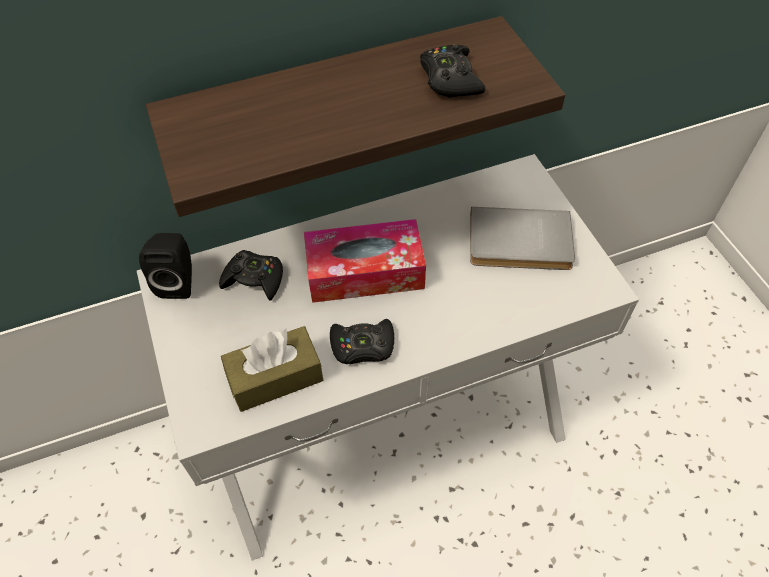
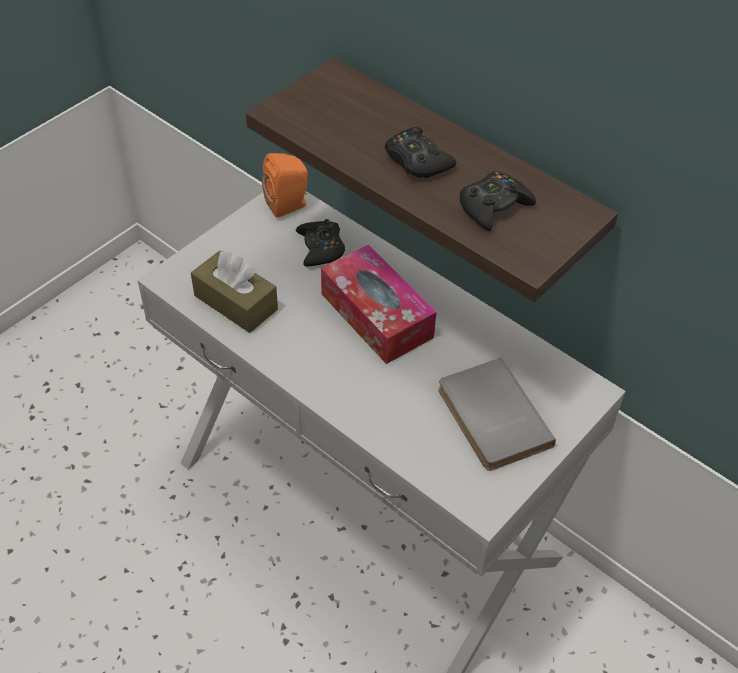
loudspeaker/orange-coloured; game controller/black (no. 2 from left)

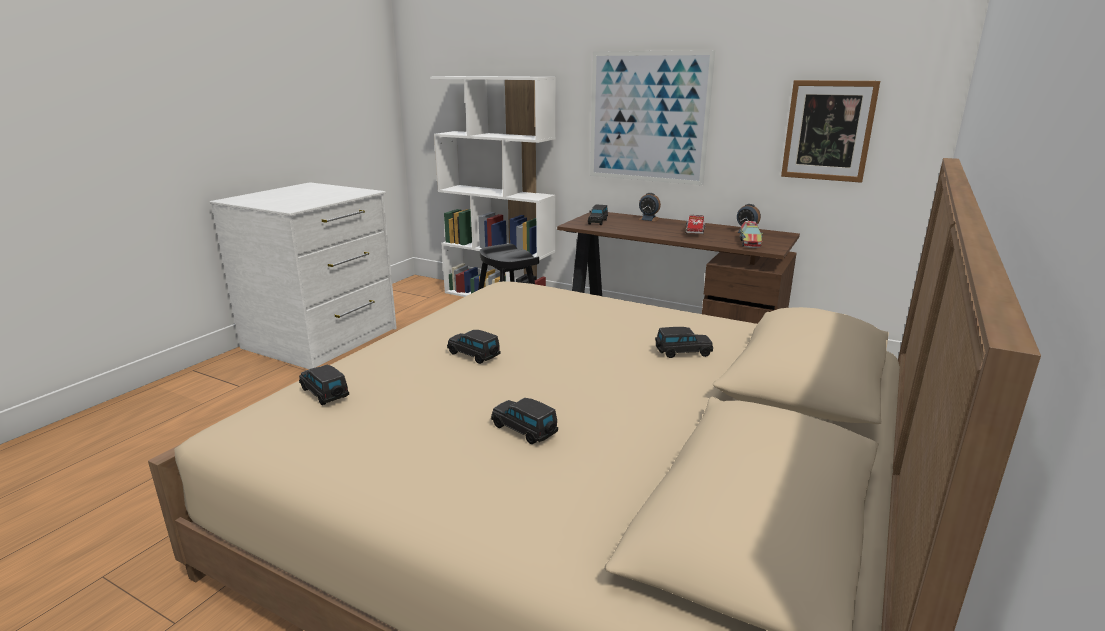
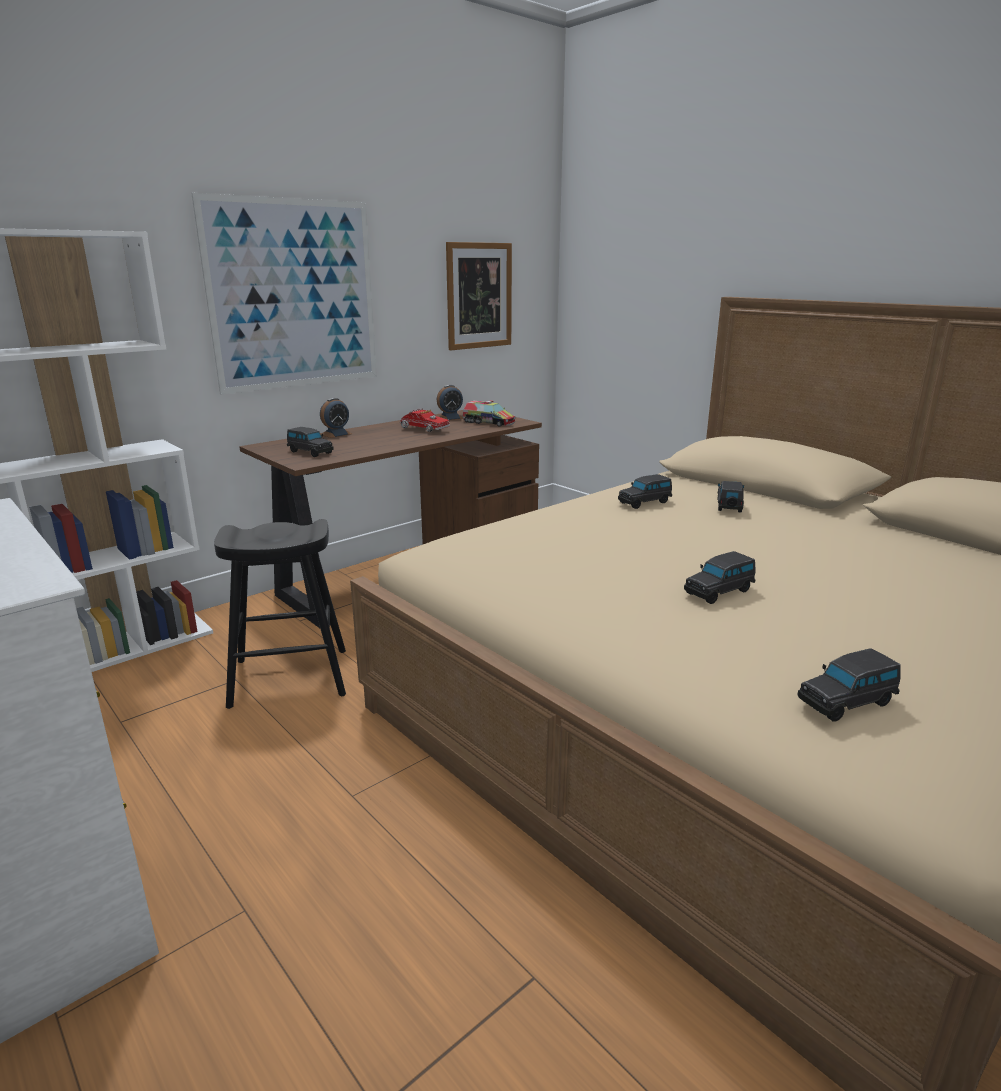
miniature car/black (no. 2 from left)

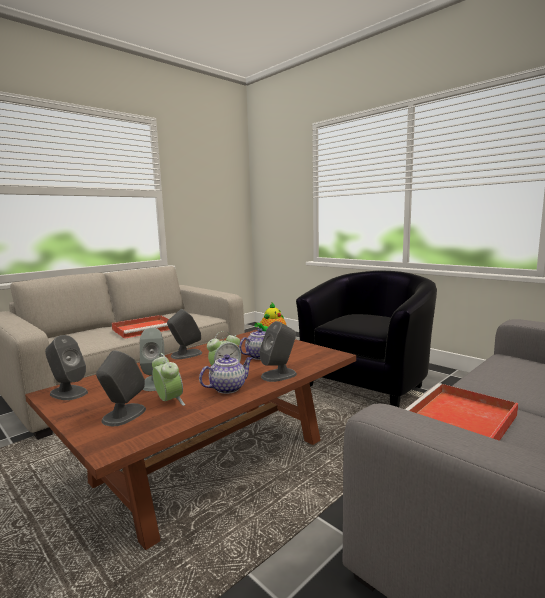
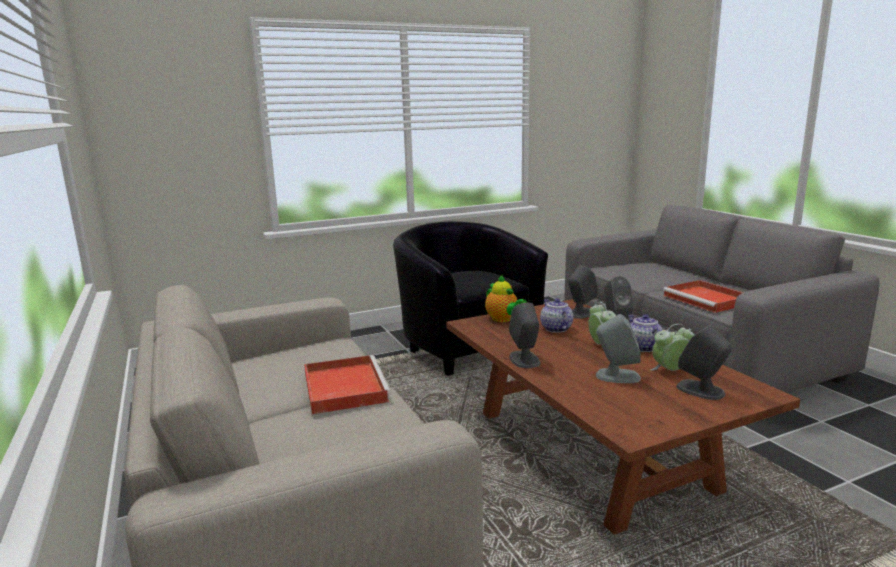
loudspeaker/grey (no. 2 from left)

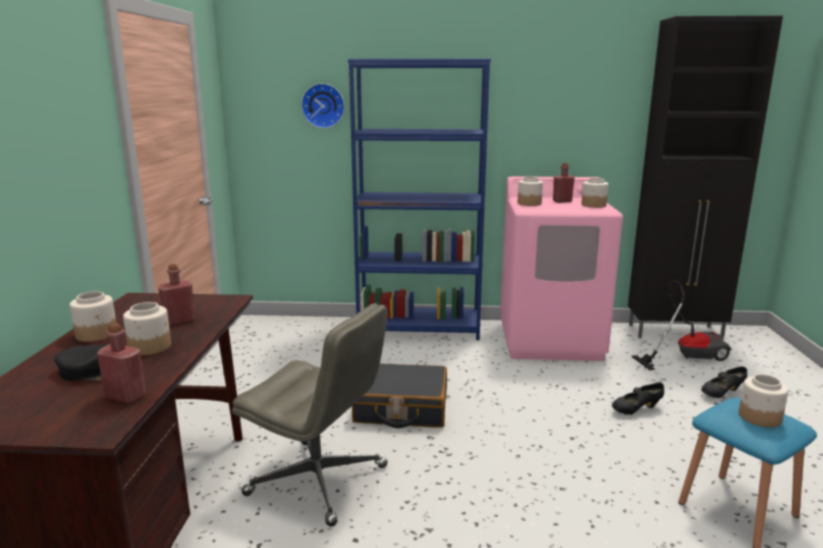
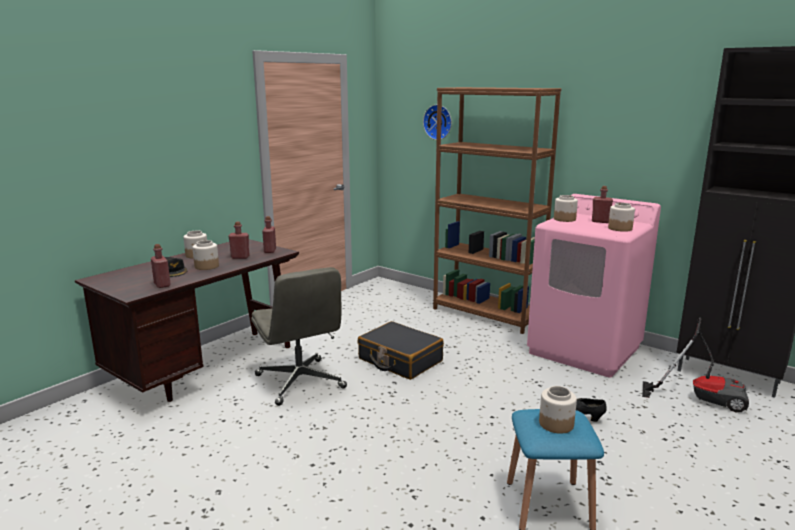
beverage bottle/red (no. 3 from left); shelving unit/brownish; low shoe/black (no. 2 from left in the first image)

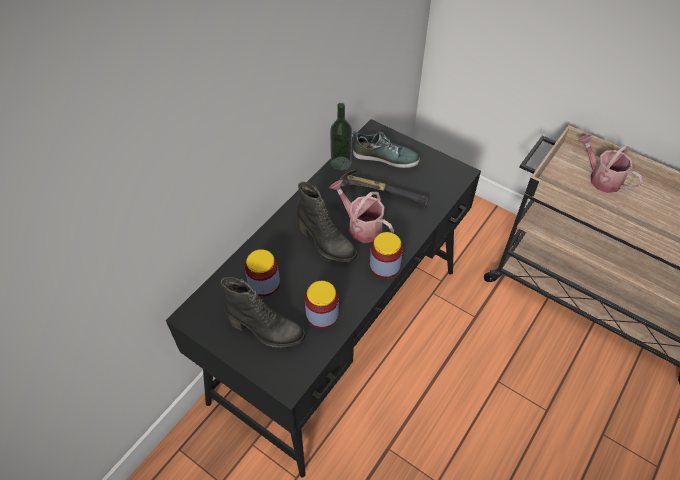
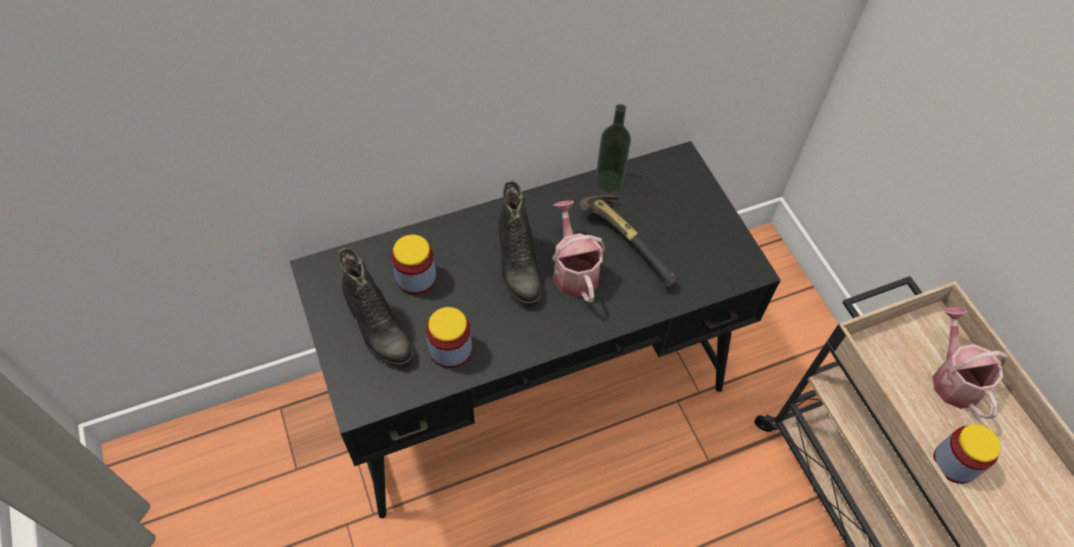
storage jar (no. 3 from left); low shoe

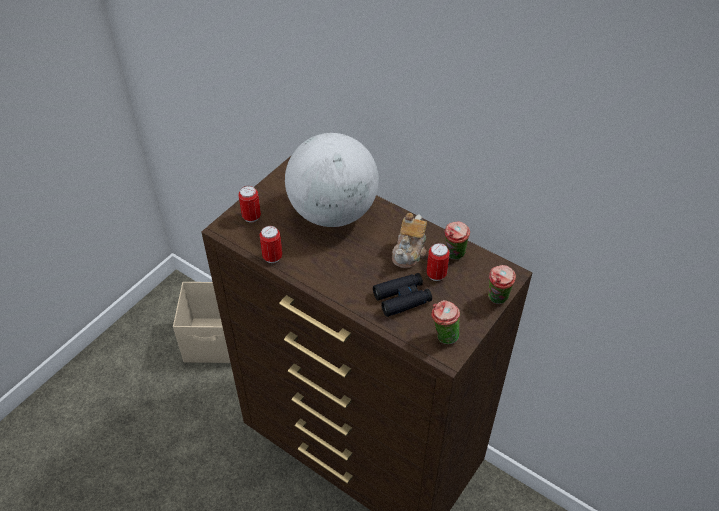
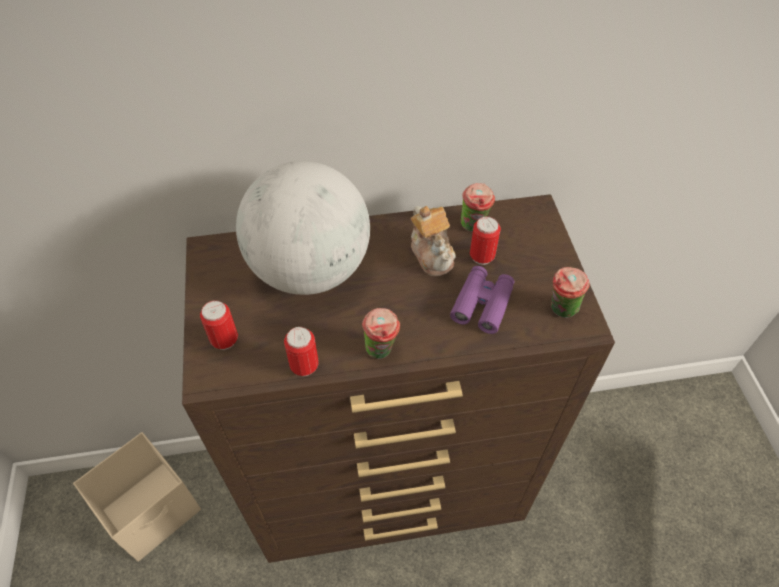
drinking cup (no. 1 from left); field glasses/purple

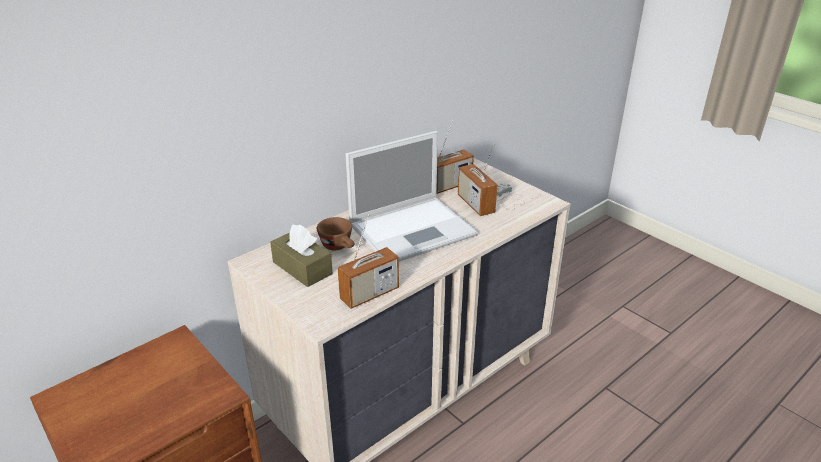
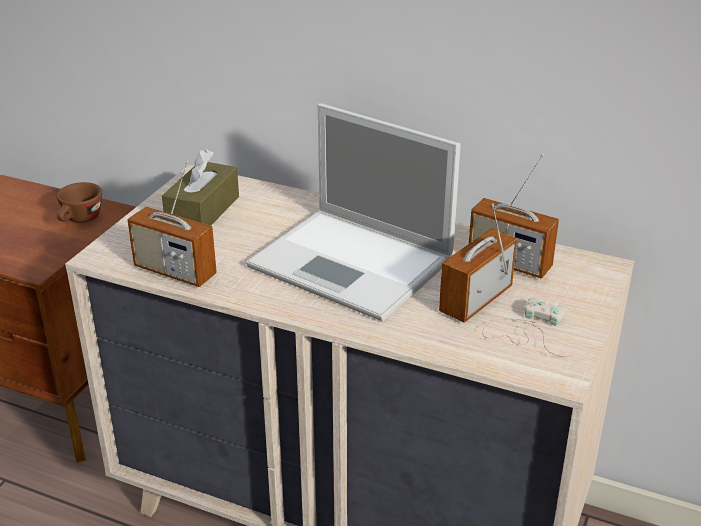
drinking cup/brownish

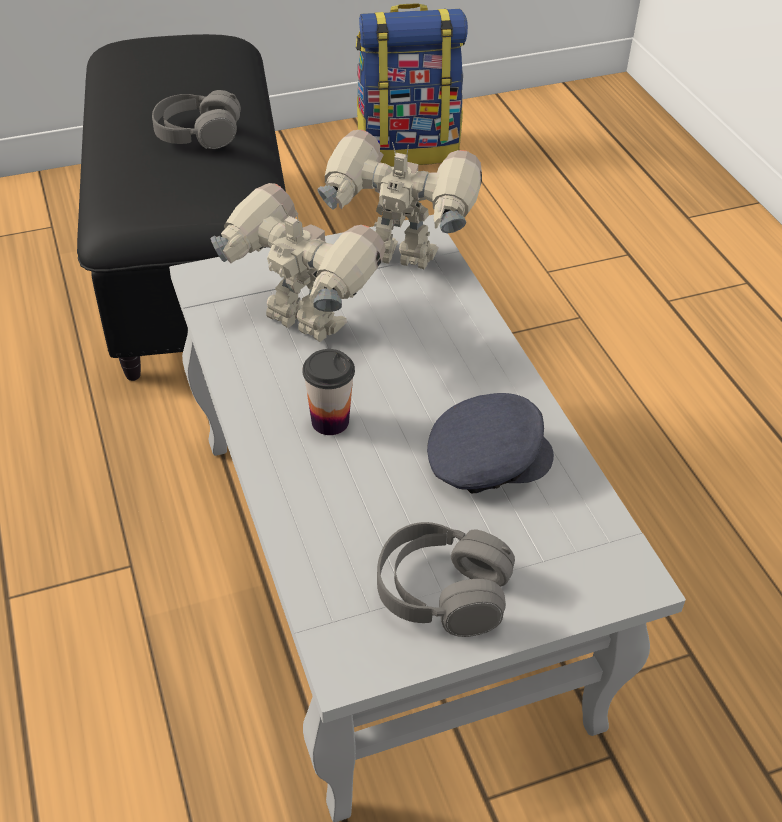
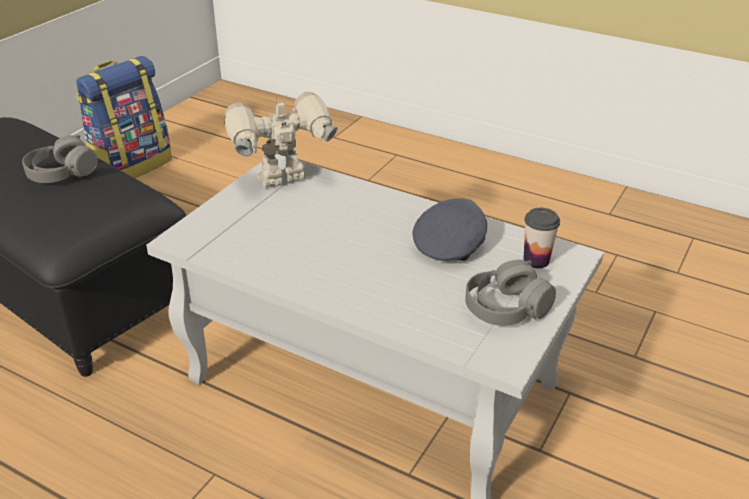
drinking cup; model robot (no. 1 from left in the first image)

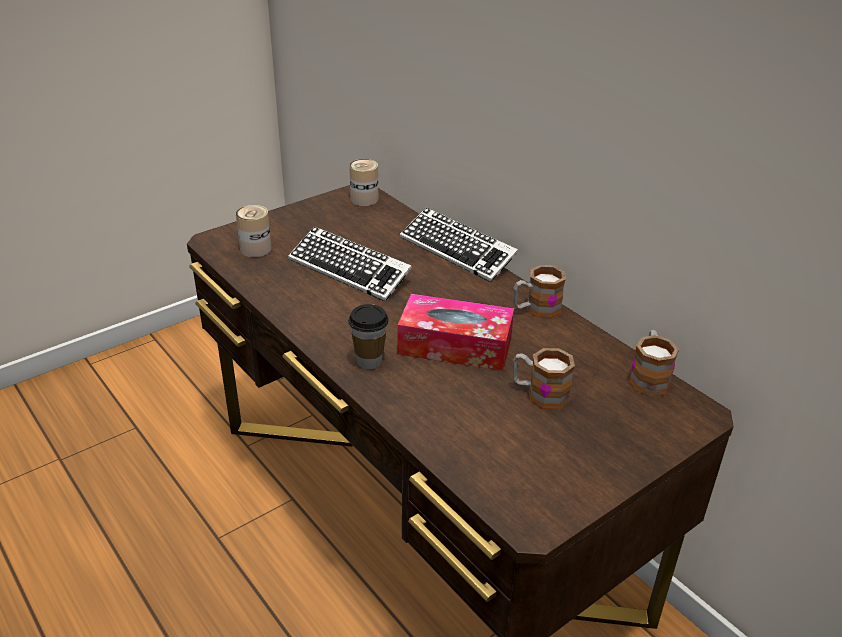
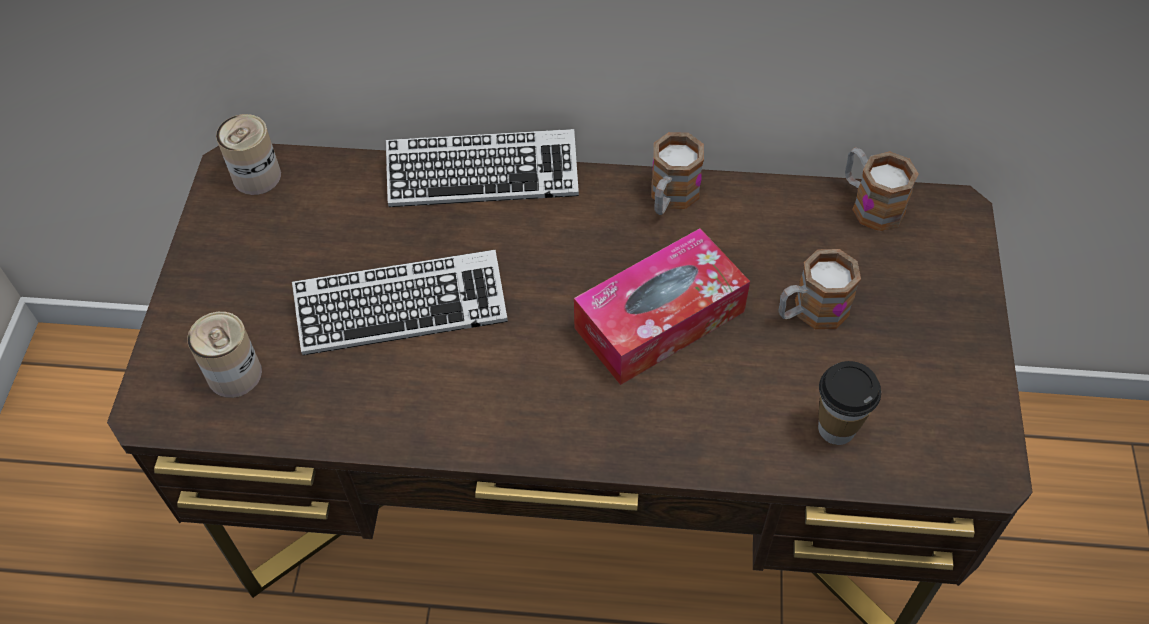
drinking cup

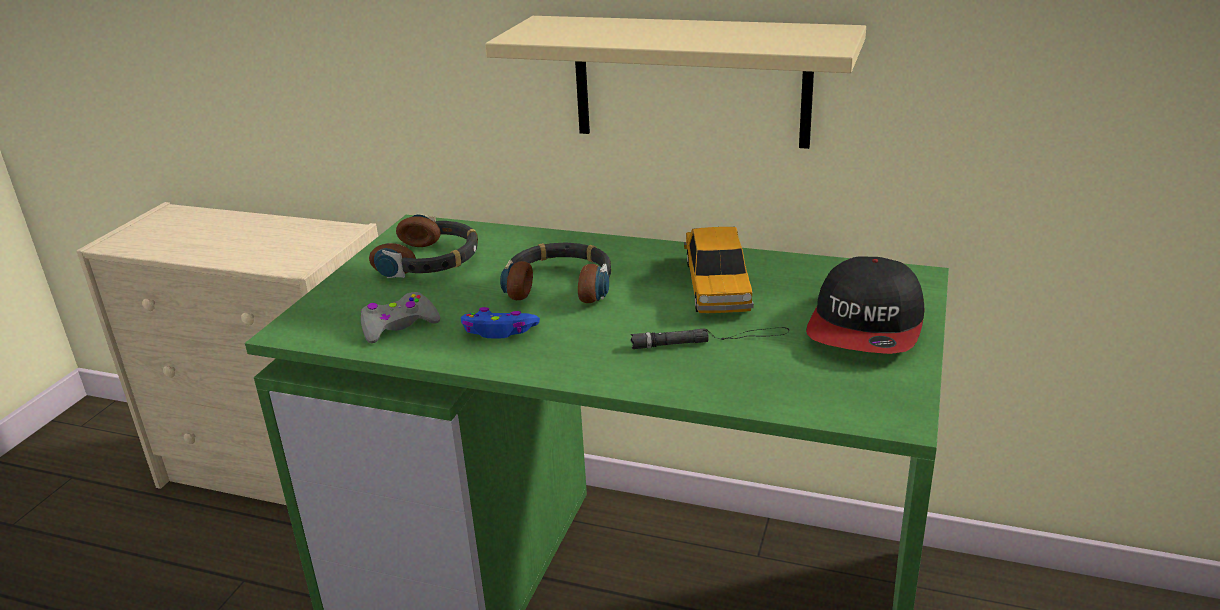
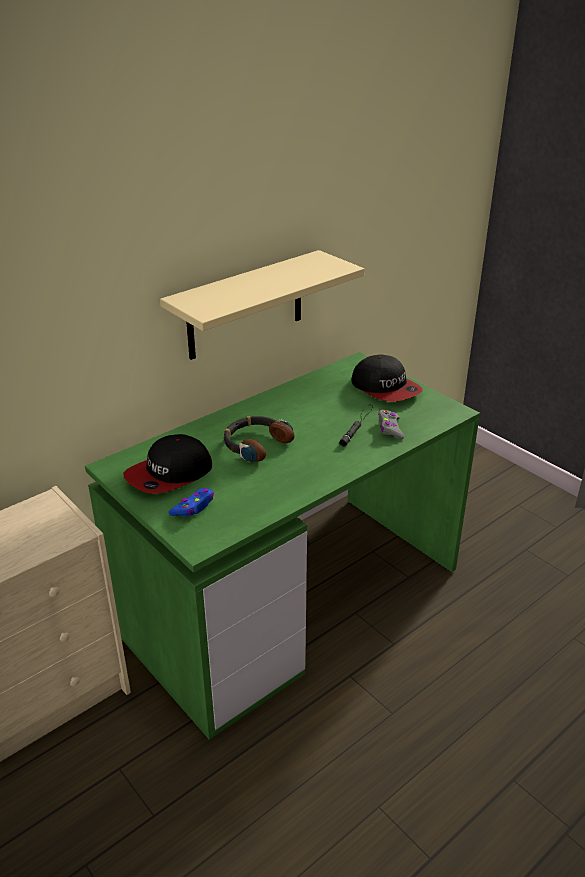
cap (no. 1 from left); game controller/blue; game controller/grey; miniature car

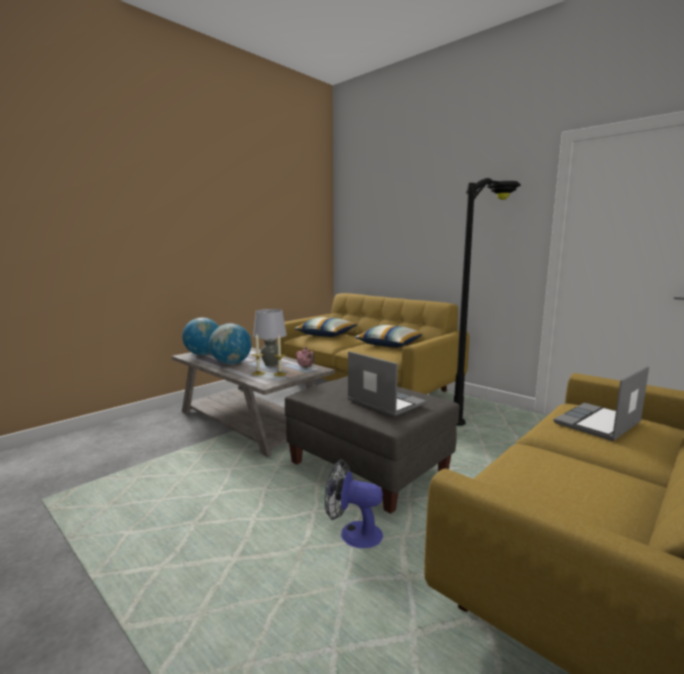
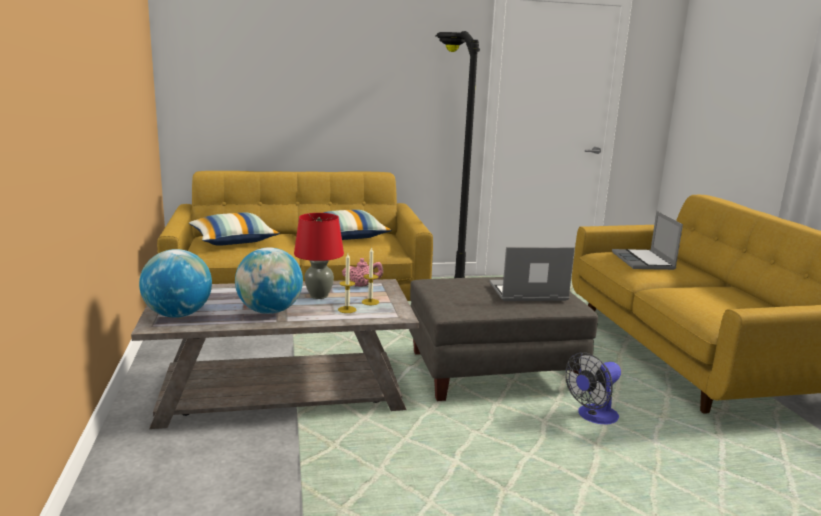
tabletop lamp/red

